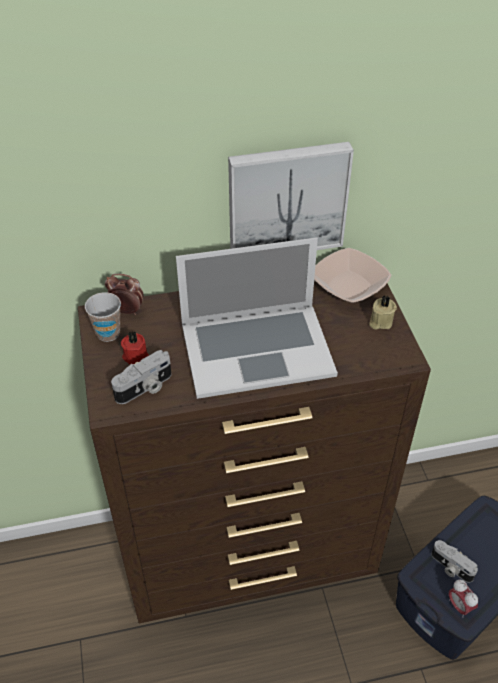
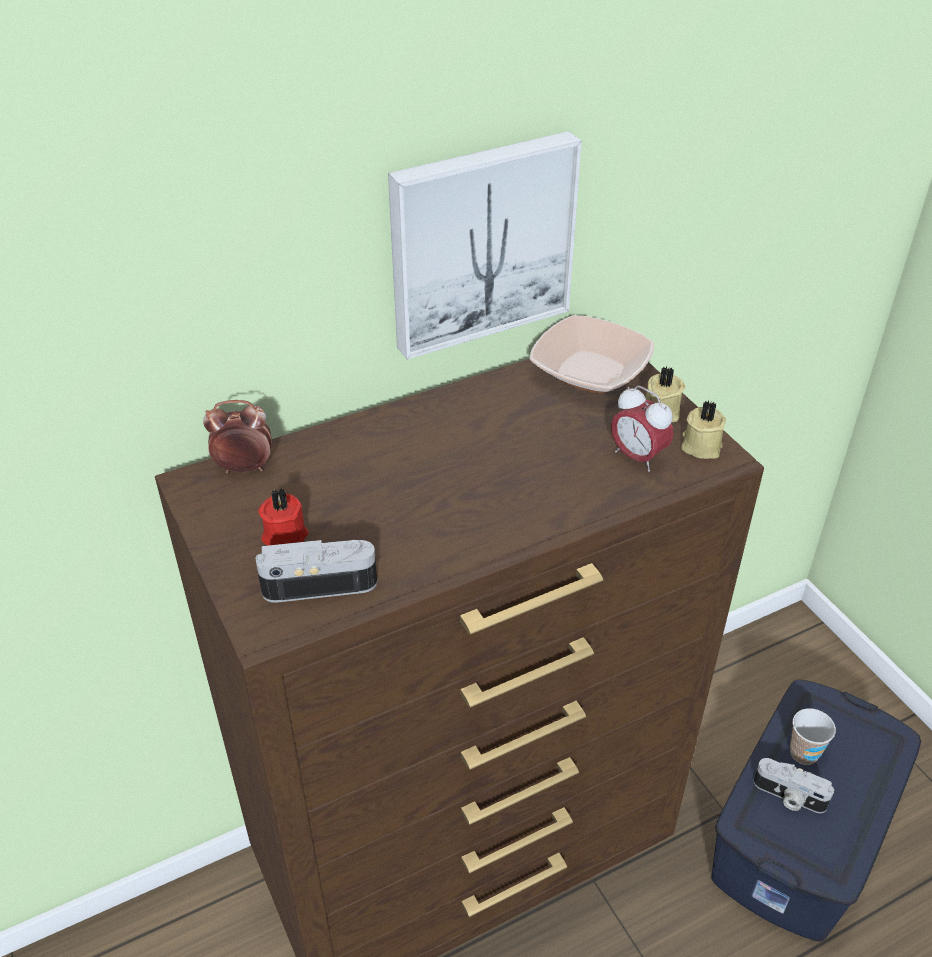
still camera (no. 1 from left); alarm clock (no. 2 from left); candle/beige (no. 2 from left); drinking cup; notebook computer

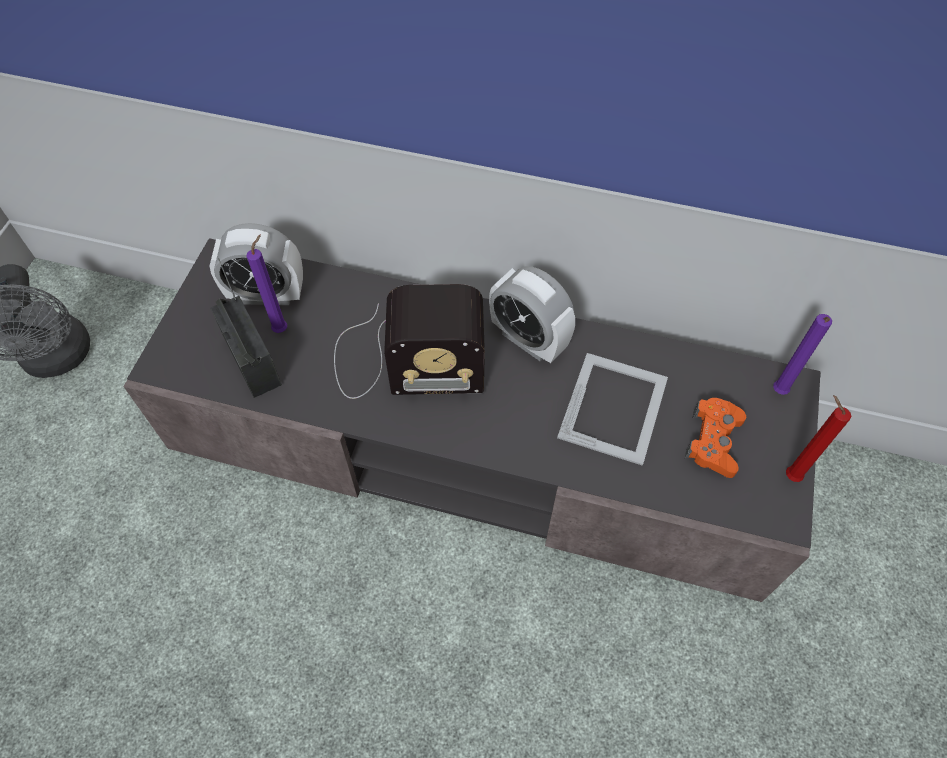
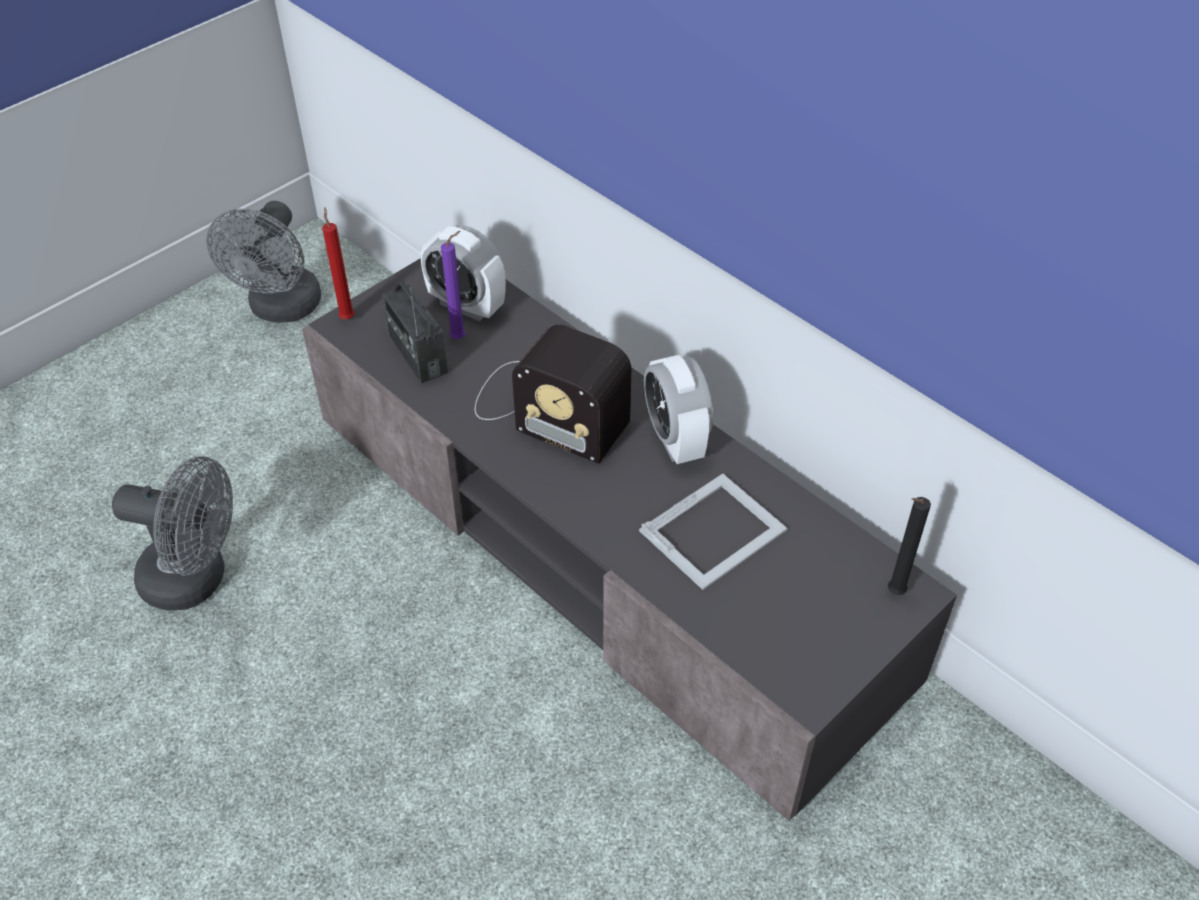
cooling fan/grey (no. 1 from left); candle/red; radio (no. 1 from left); candle/black; game controller/orange-coloured

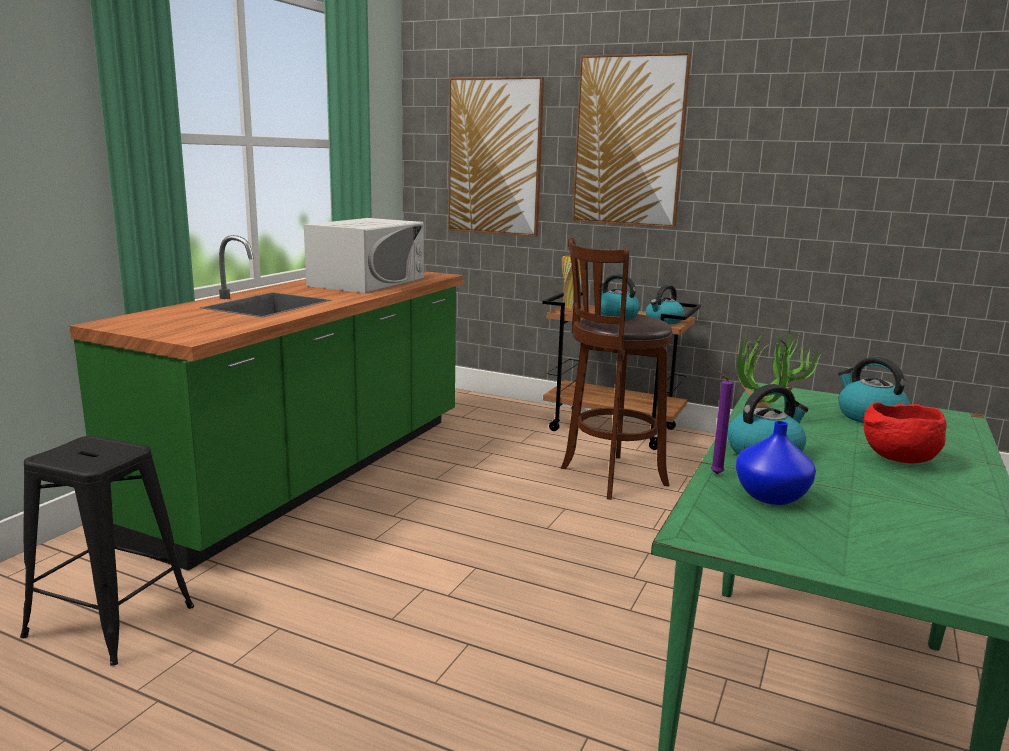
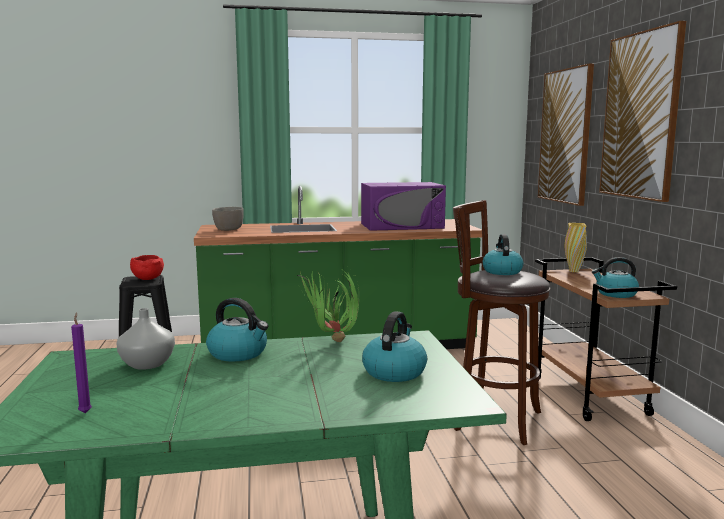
candle/purple; decorative vase/grey; bowl/red; bowl/grey; kitchen microwave/purple

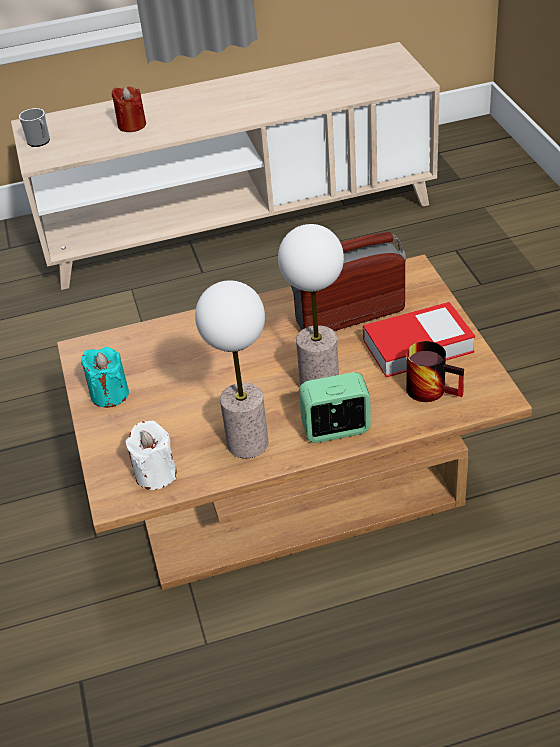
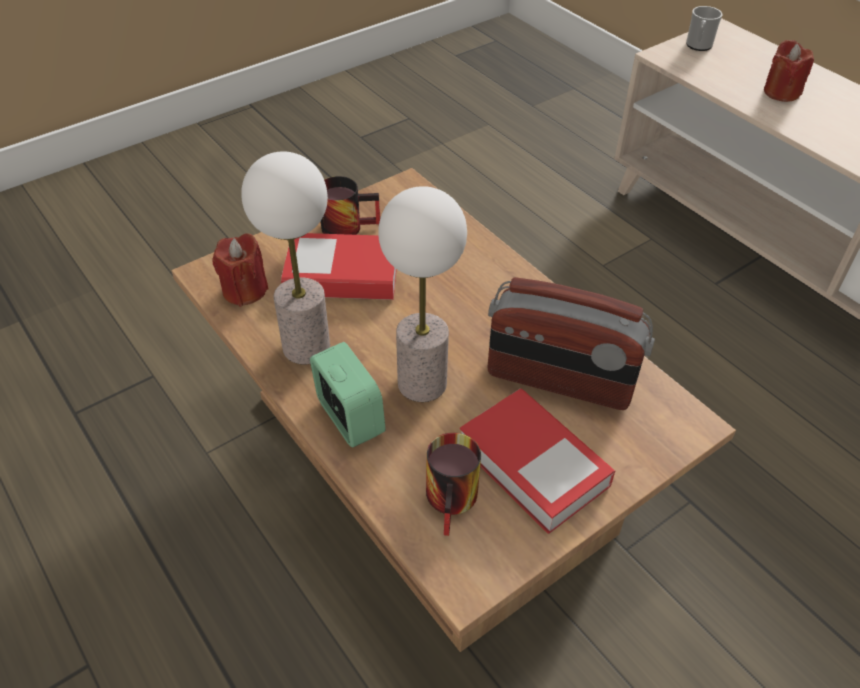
candle/red (no. 1 from left); bound book (no. 1 from left); coffee mug (no. 1 from left); radio

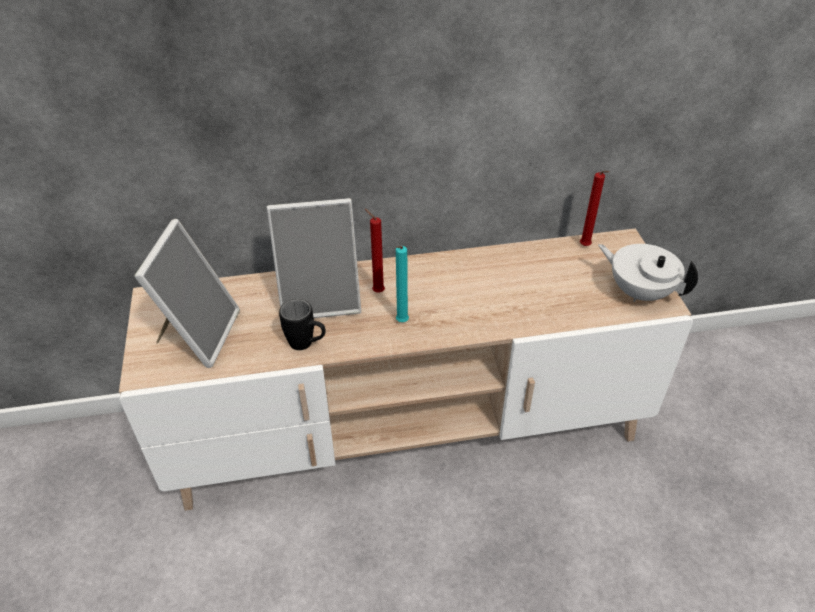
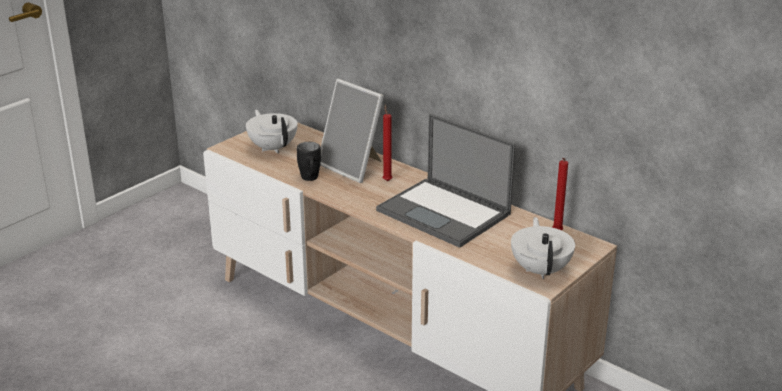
pot for tea/white-coloured (no. 1 from left); notebook computer; candle/turquoise

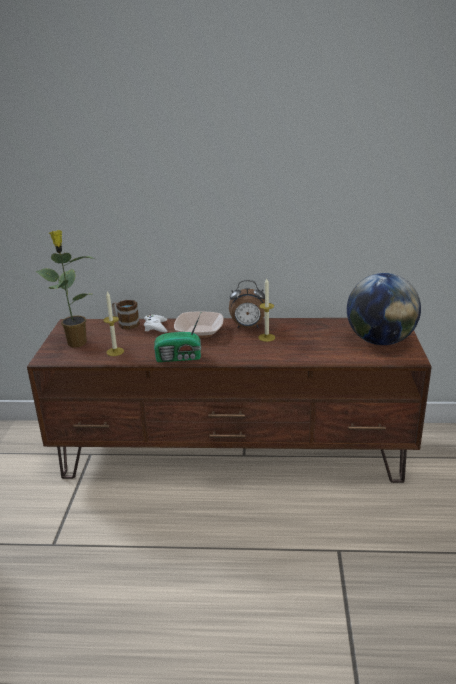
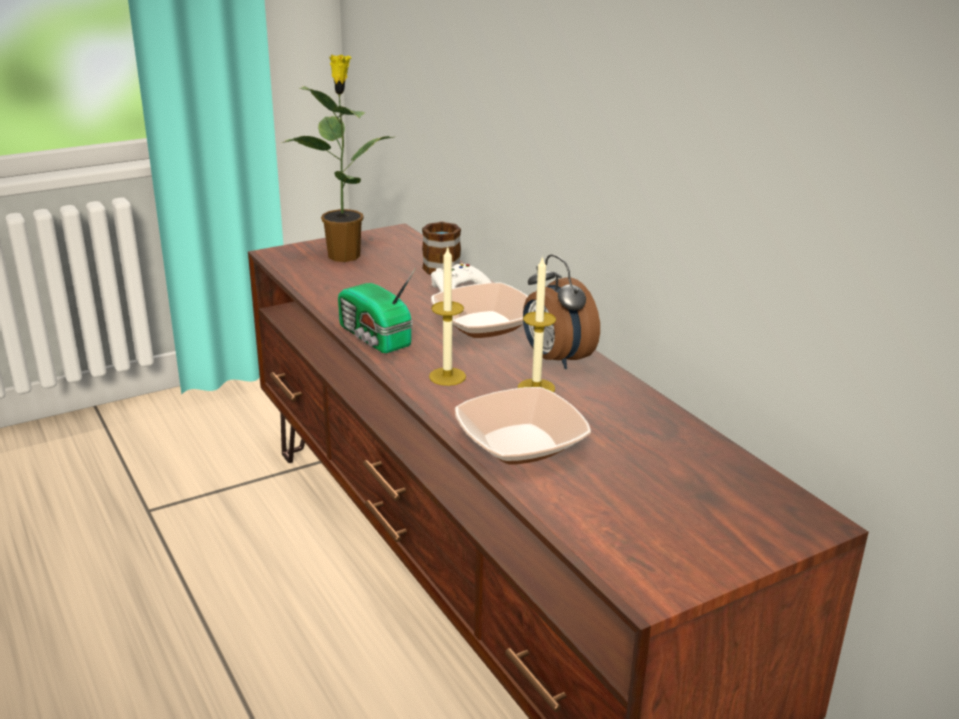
candle (no. 1 from left); bowl (no. 2 from left); globe

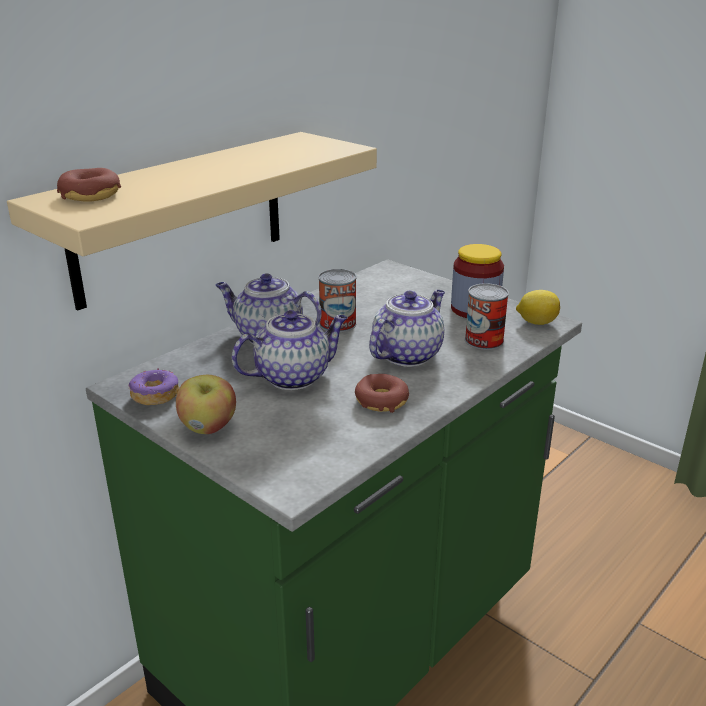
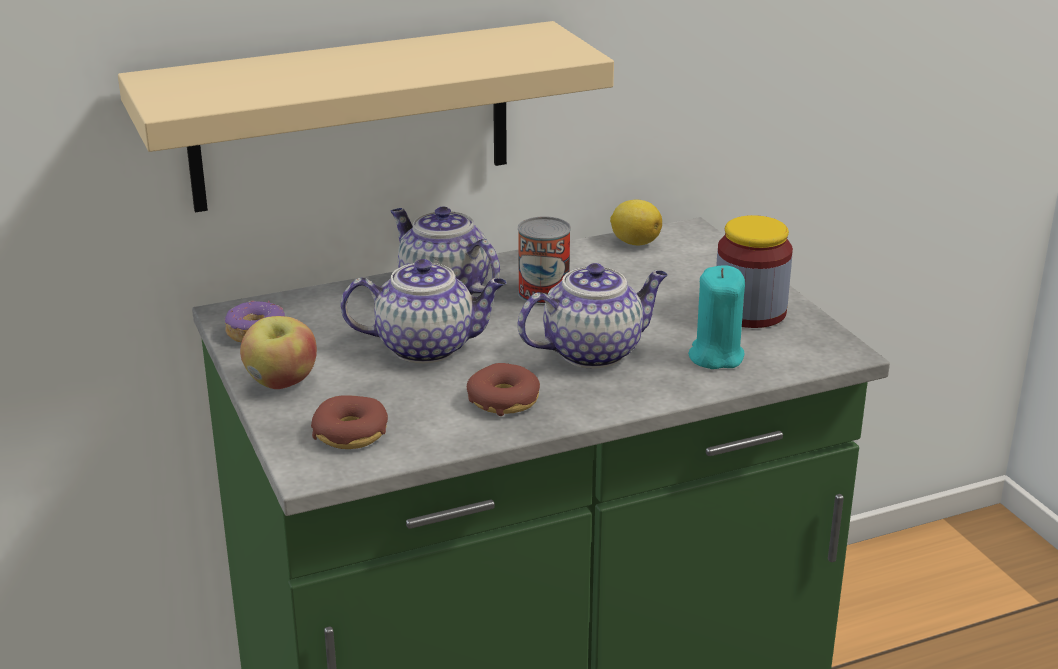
ring doughnut (no. 2 from left); citrus fruit; candle/turquoise

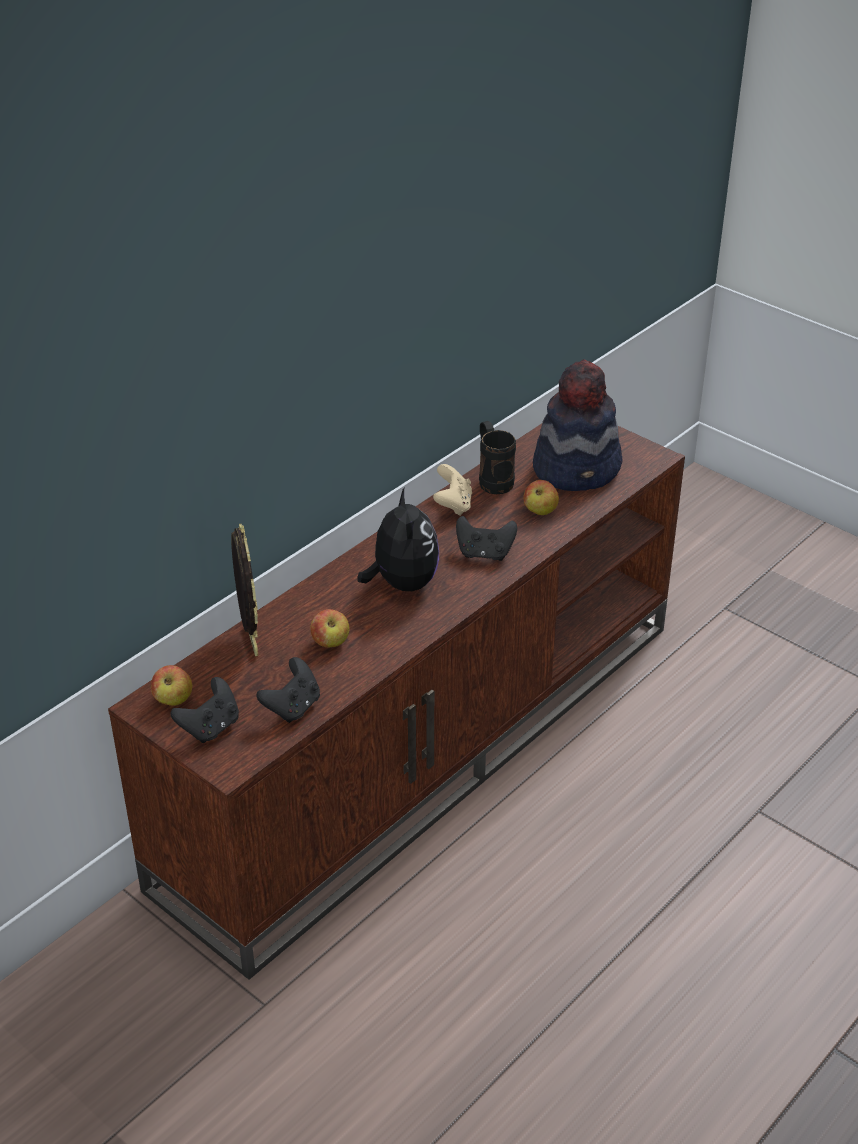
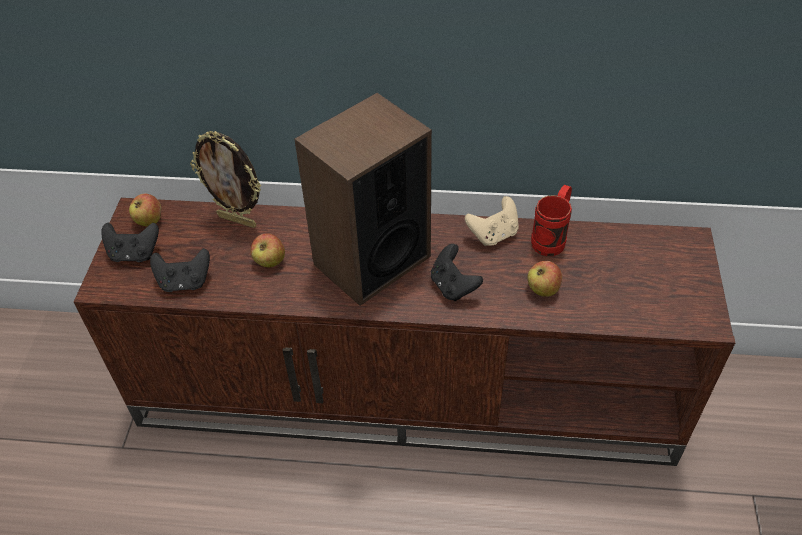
photo frame; loudspeaker; coffee mug/red; clothing hat

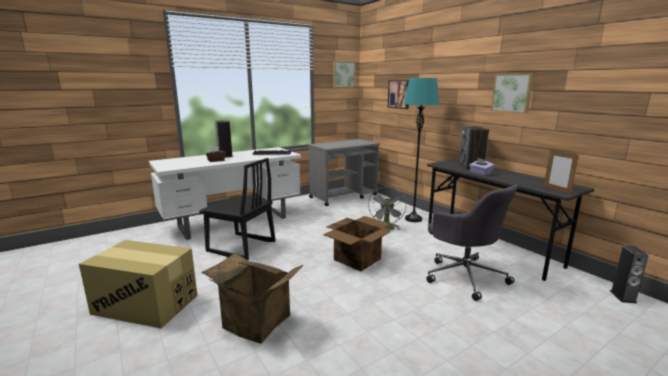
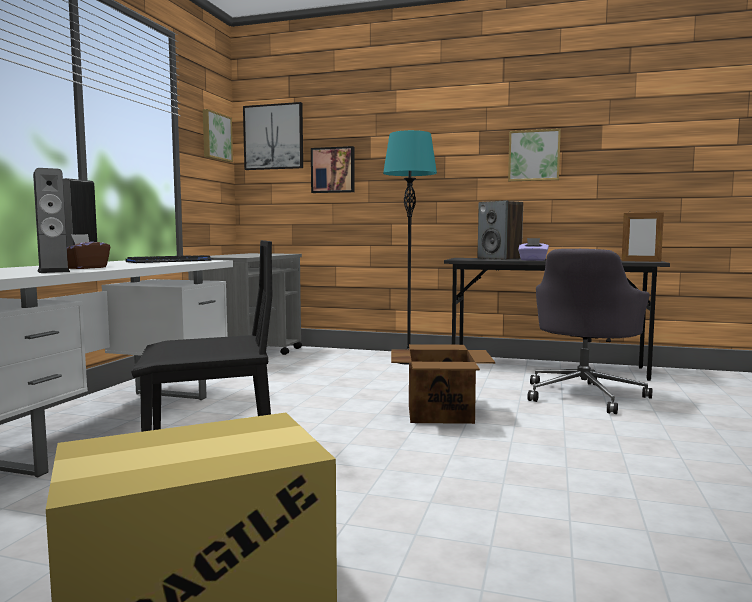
loudspeaker (no. 1 from left); picture (no. 2 from left); office chair/grey; packing box (no. 2 from left in the first image); cooling fan/grey

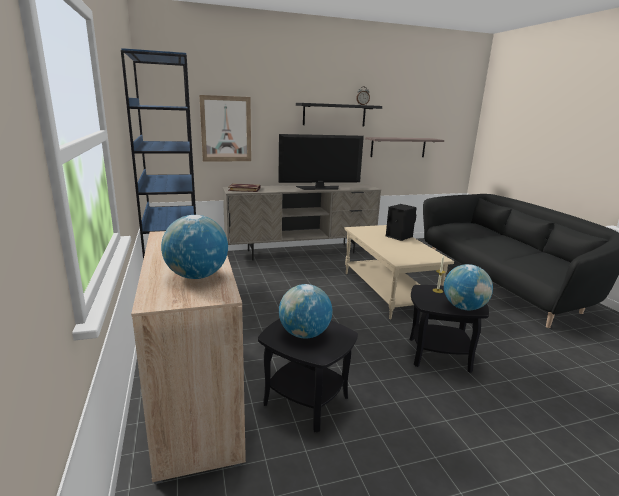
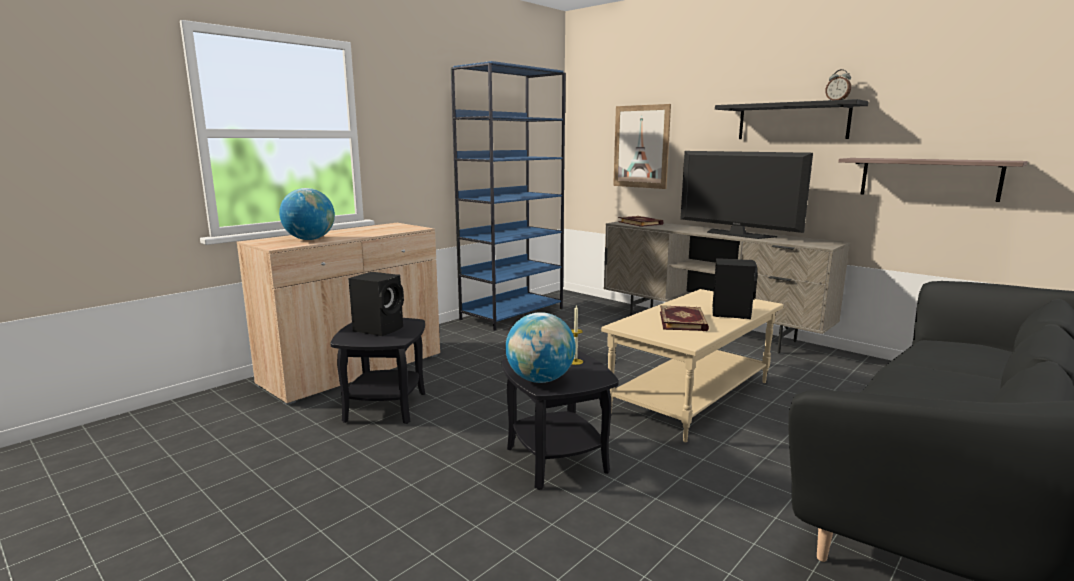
loudspeaker/black (no. 1 from left); bound book (no. 2 from left)

